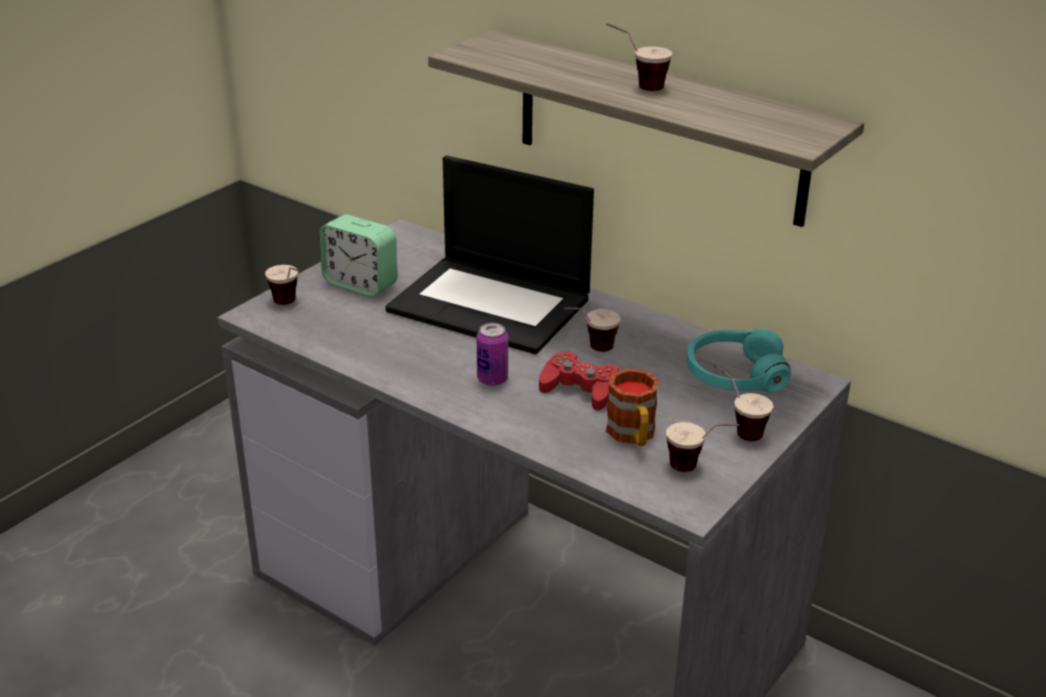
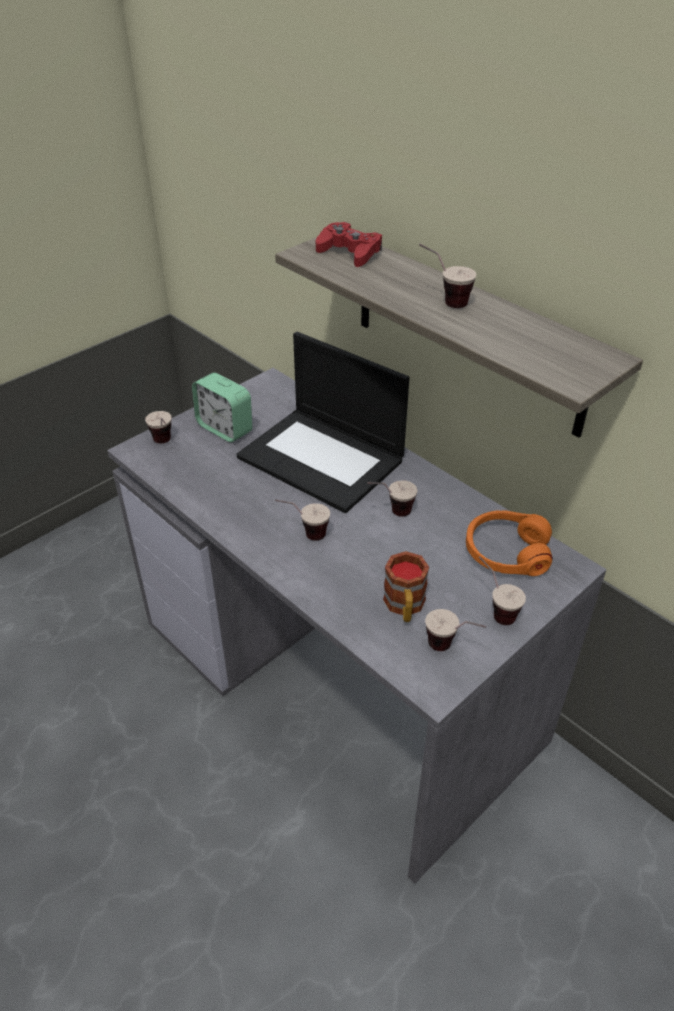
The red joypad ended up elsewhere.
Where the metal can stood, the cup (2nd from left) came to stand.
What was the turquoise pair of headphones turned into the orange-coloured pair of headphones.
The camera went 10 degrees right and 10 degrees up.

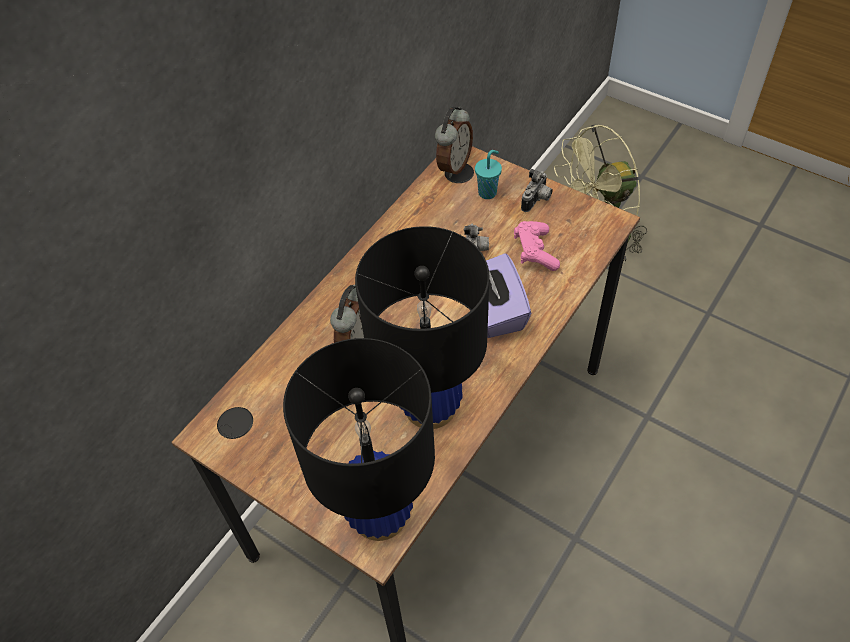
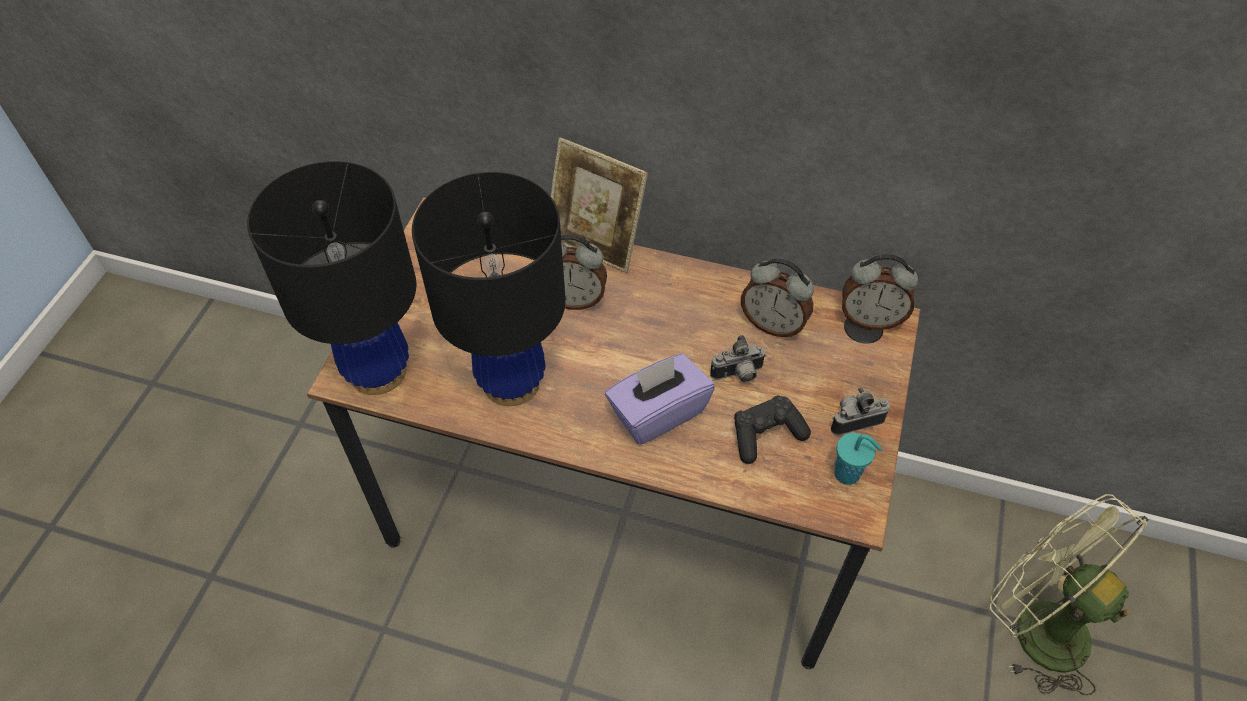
The second view gained the standing frame.
The second view gained the table clock (2nd from left).
The turquoise cup ended up elsewhere.
What was the pinkish joypad turned into the black-coloured joypad.
The still camera (2nd from left) ended up facing another way, 150 degrees clockwise from before.
The camera went 70 degrees right and 0 degrees up.

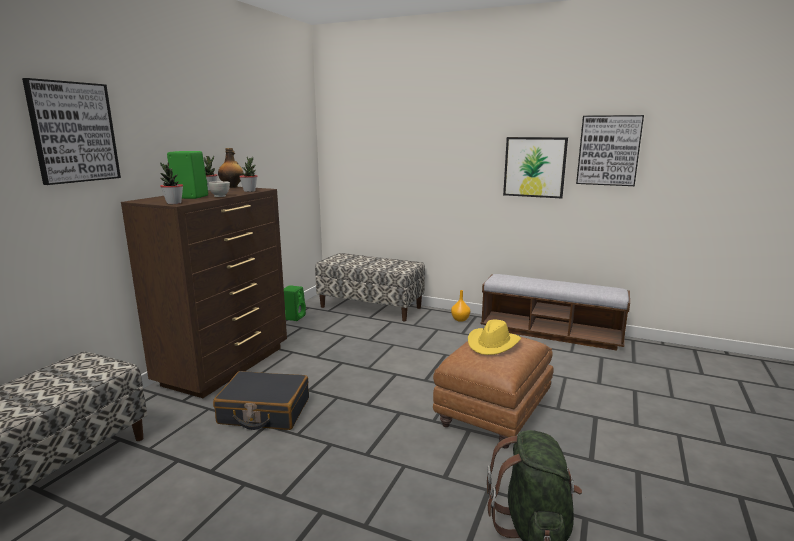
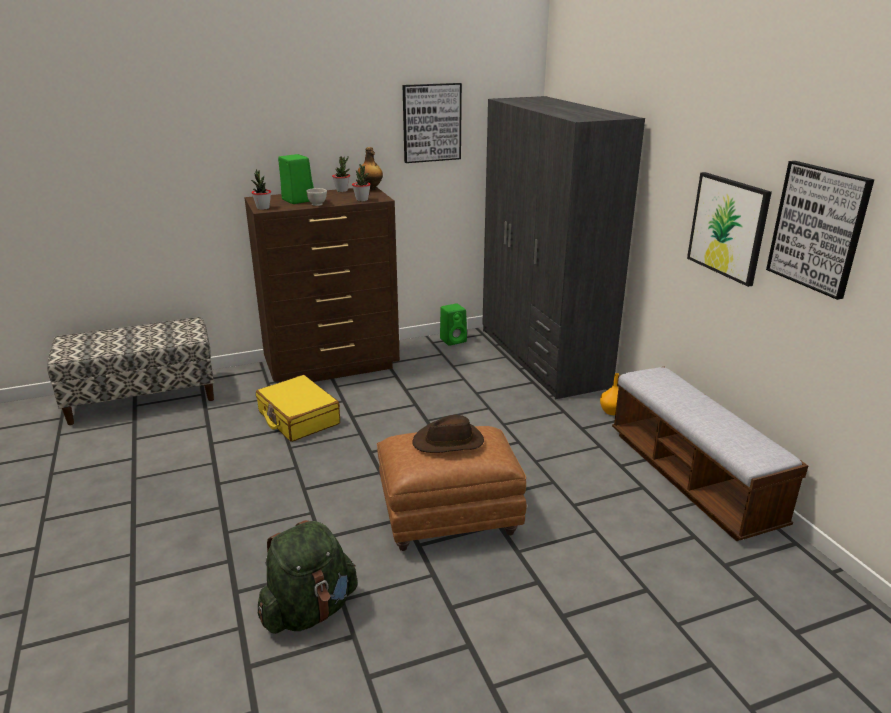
The wall picture (1st from left) ended up elsewhere.
Where the long seat (2nd from left) stood, the gray wardrobe came to stand.
What was the black-coloured travel case turned into the yellow-coloured travel case.
What was the yellow-coloured wearable hat turned into the brownish wearable hat.
The camera went 45 degrees right and 10 degrees up.

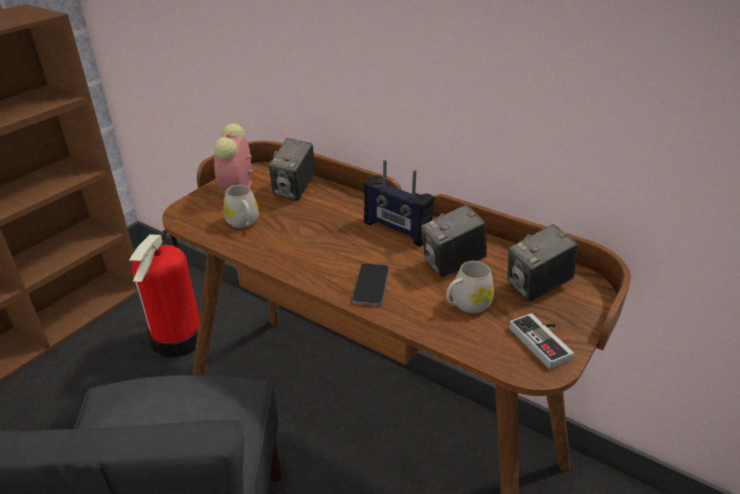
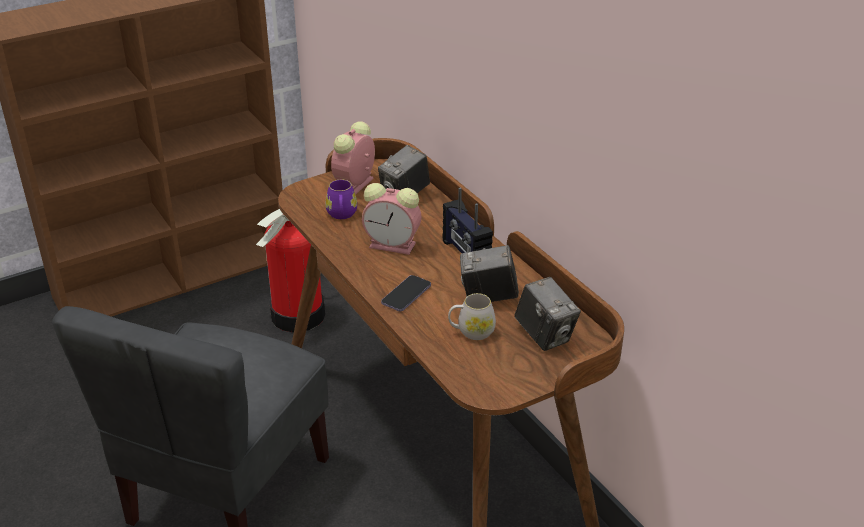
The second view lost the joypad.
The second view gained the table clock (2nd from left).
What was the white coffee mug (1st from left) turned into the purplish coffee mug.
The still camera (3rd from left) ended up facing another way, 120 degrees counterclockwise from before.
The camera went 25 degrees right and 0 degrees up.

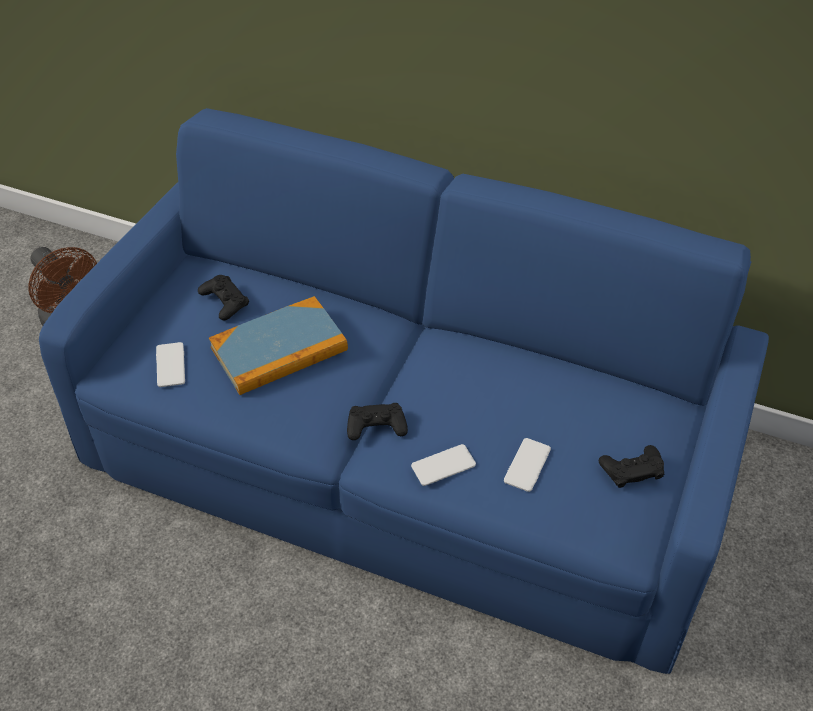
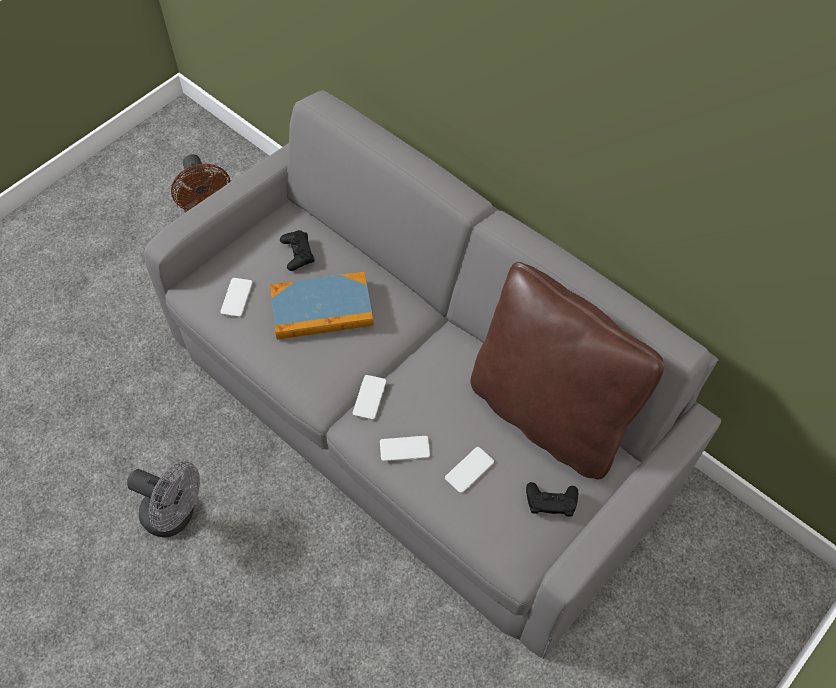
The second view gained the gray fan.
The second view gained the brownish pillow.
Where the black-coloured joypad (2nd from left) stood, the telephone (2nd from left) came to stand.
What was the blue-coloured sofa turned into the gray sofa.
The camera went 20 degrees right and 10 degrees up.

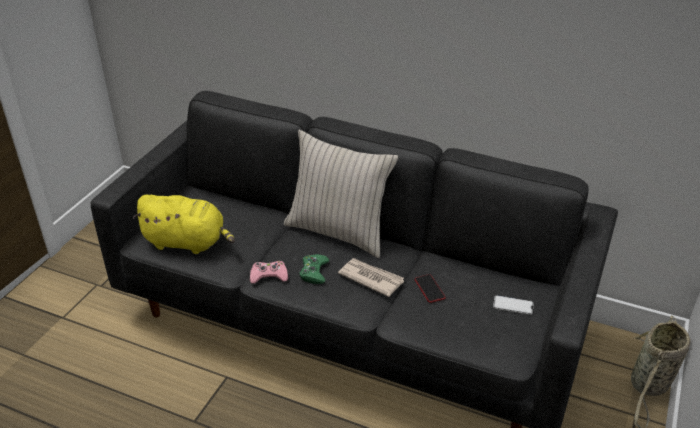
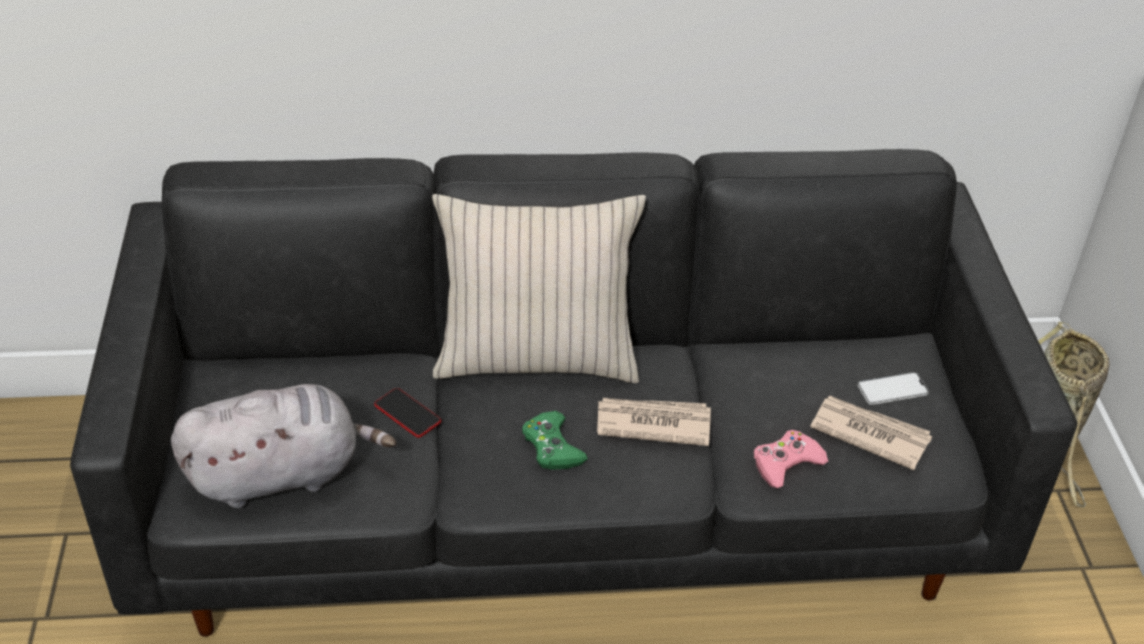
The second view gained the newspaper (2nd from left).
The pinkish joypad ended up elsewhere.
The telephone (1st from left) ended up elsewhere.
What was the yellow-coloured cuddly toy turned into the gray cuddly toy.
The camera went 30 degrees left and 5 degrees up.

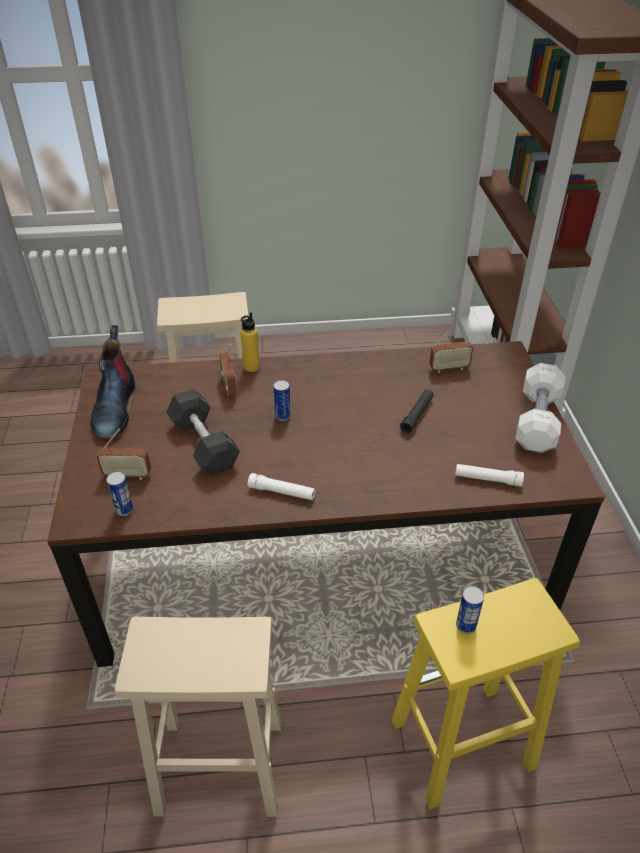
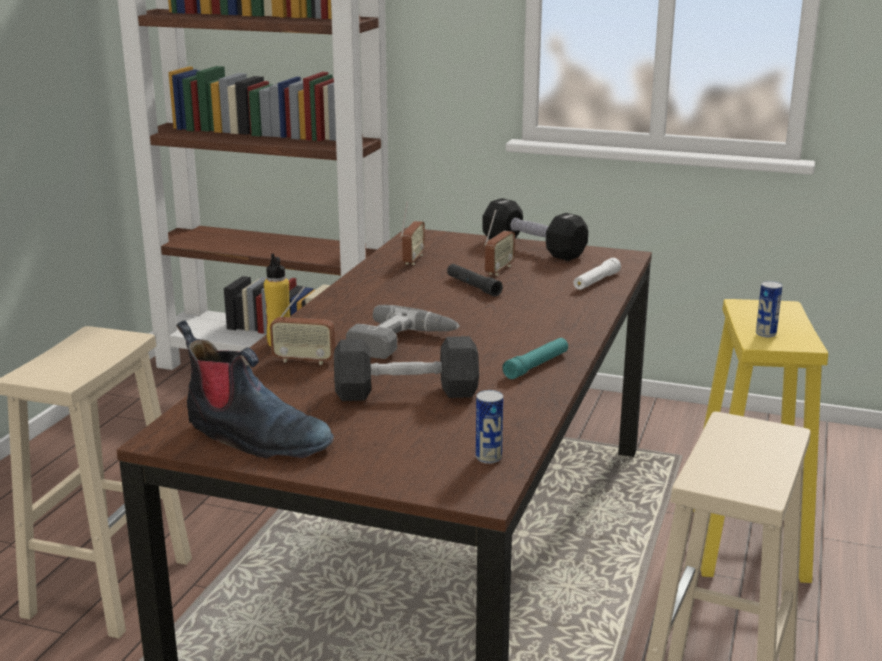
The radio (1st from left in the first image) ended up elsewhere.
Where the metal can (2nd from left) stood, the electric drill came to stand.
What was the white flashlight (1st from left) turned into the turquoise flashlight.
What was the white free weight turned into the black-coloured free weight (2nd from left).
The camera went 65 degrees left and 20 degrees down.

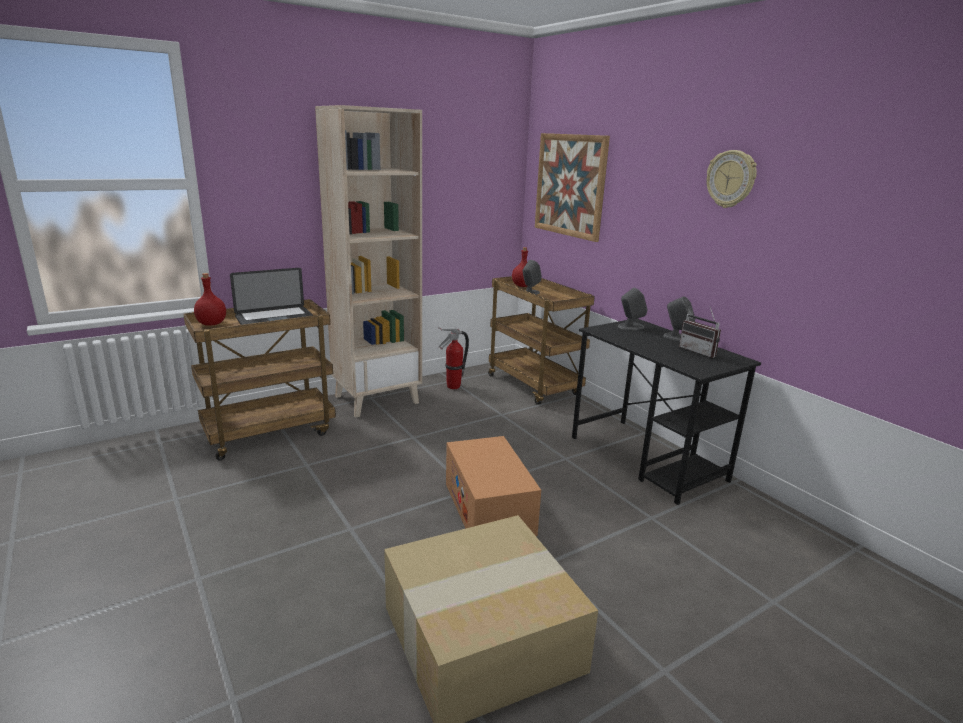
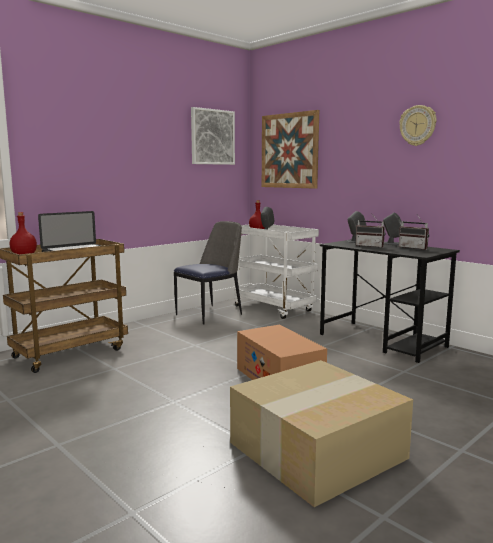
The second view lost the beige-coloured bookcase.
The second view gained the wall picture (1st from left).
The second view gained the radio (1st from left).
Where the fire extinguisher stood, the upright chair came to stand.
What was the brownish wheeled cart (2nd from left) turned into the white wheeled cart.
The camera went 10 degrees left and 10 degrees down.

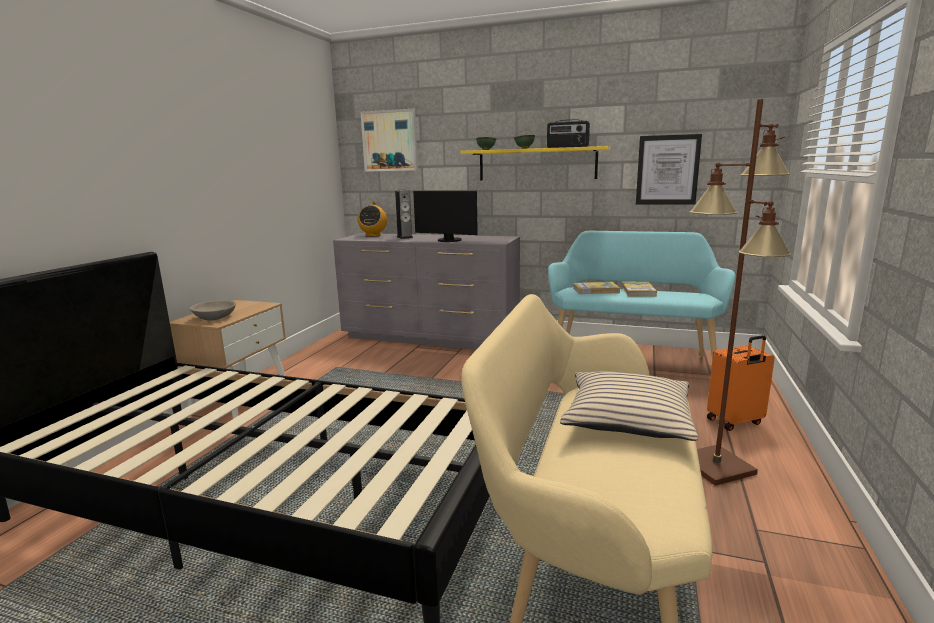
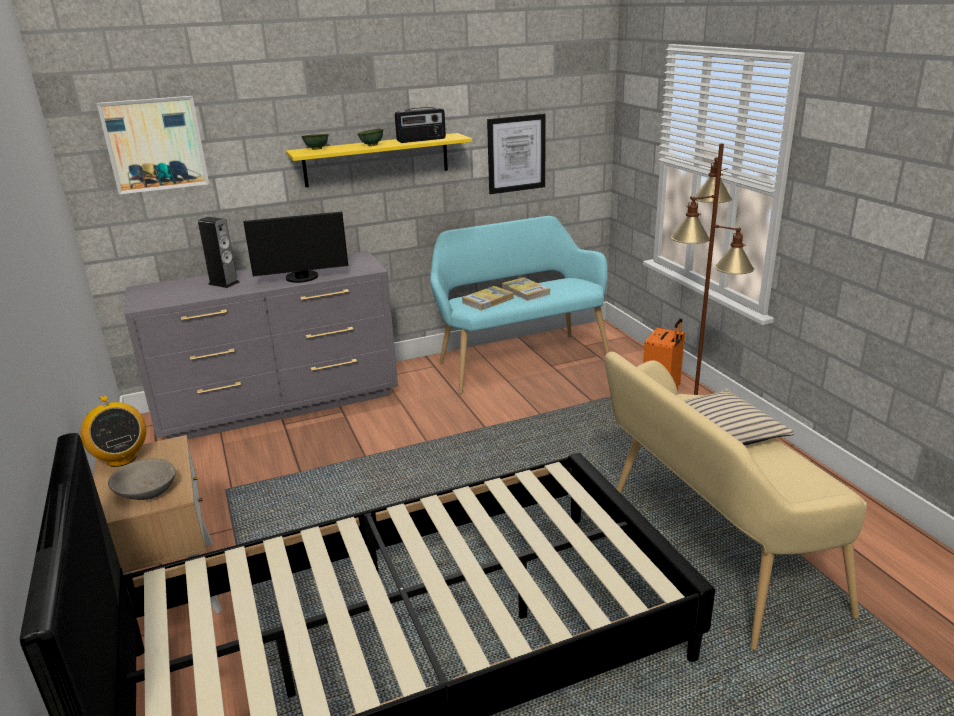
The radio (1st from left) ended up elsewhere.
The camera went 40 degrees left and 10 degrees up.

